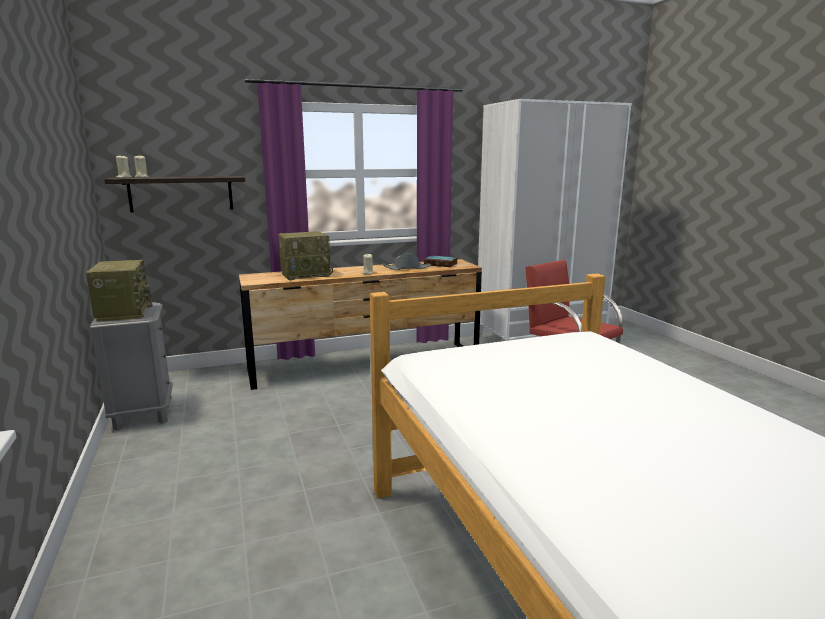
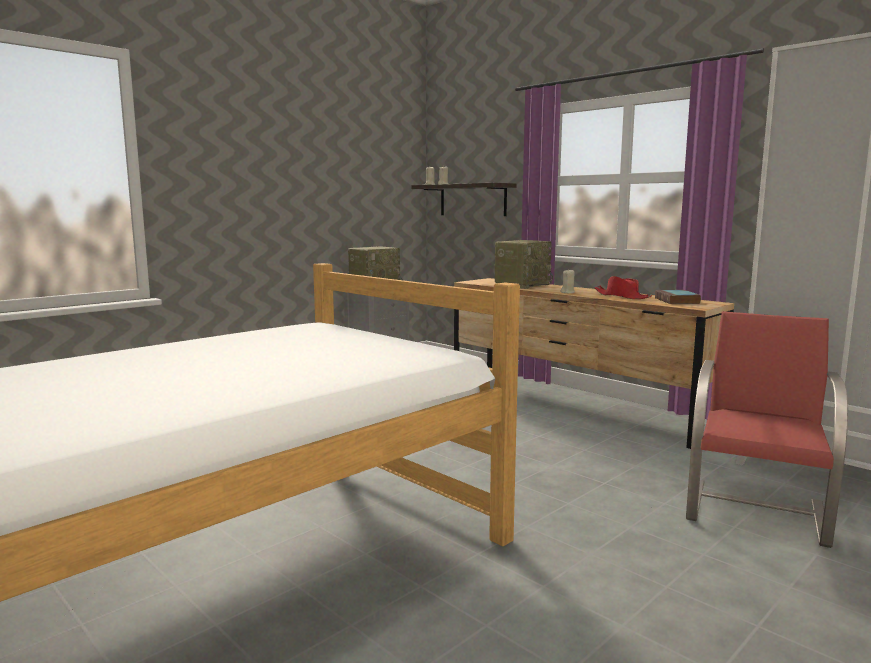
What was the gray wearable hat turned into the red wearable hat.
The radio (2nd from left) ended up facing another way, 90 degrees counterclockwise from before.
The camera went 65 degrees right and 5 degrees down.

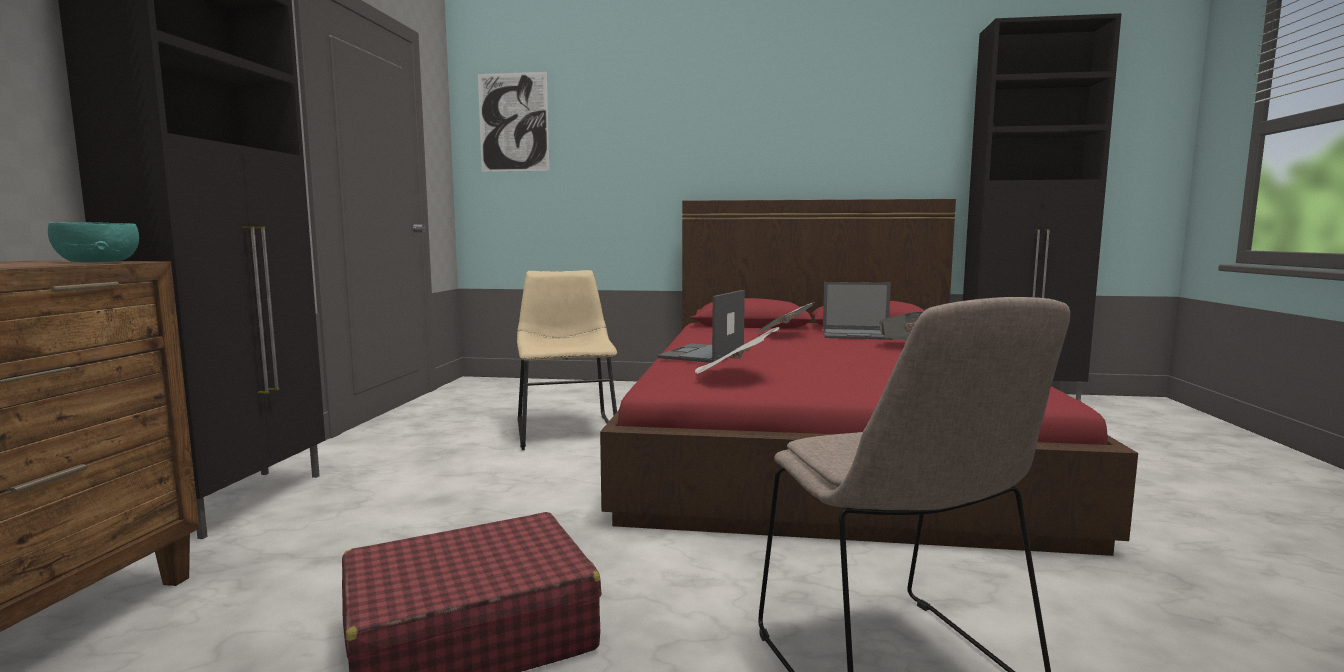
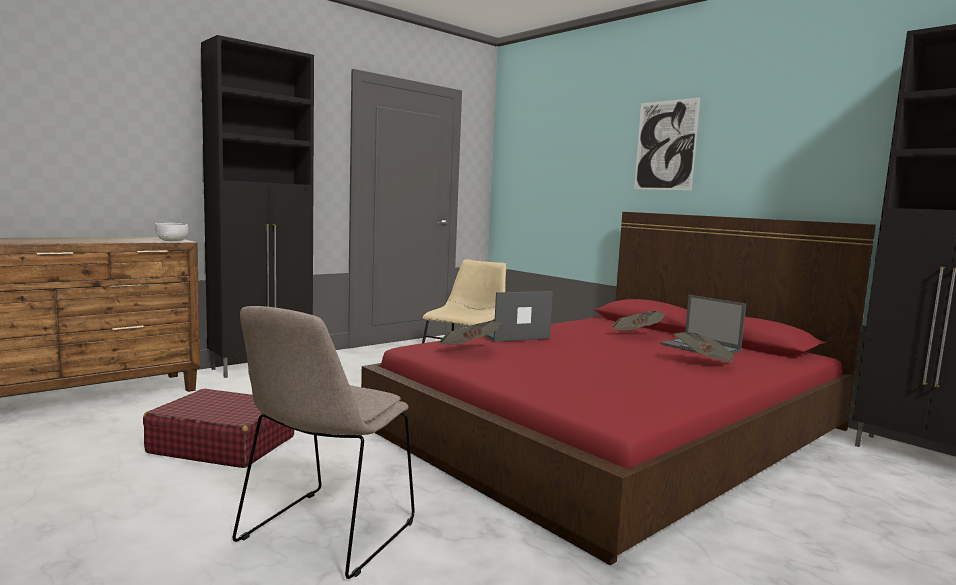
The wall picture ended up elsewhere.
What was the turquoise deep dish turned into the white deep dish.
The camera went 40 degrees right and 0 degrees up.

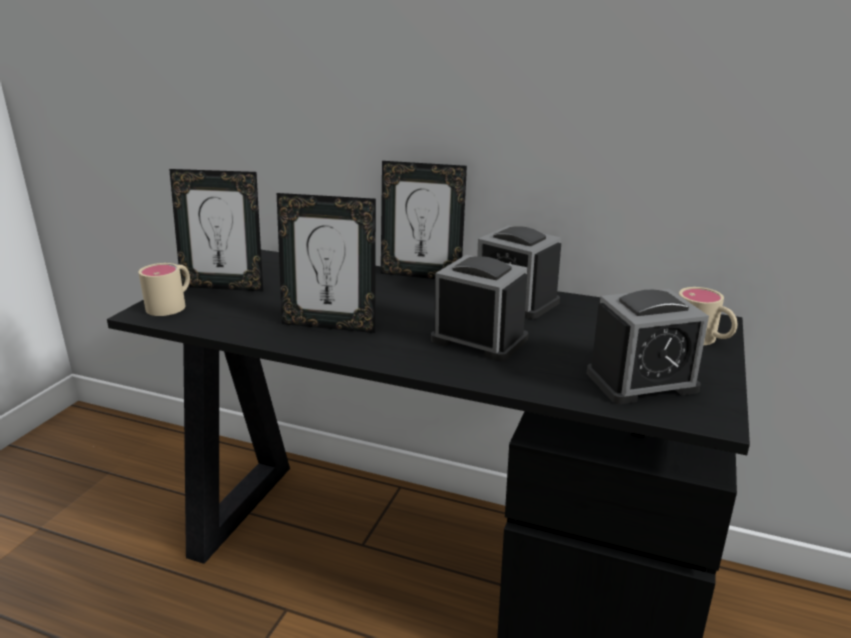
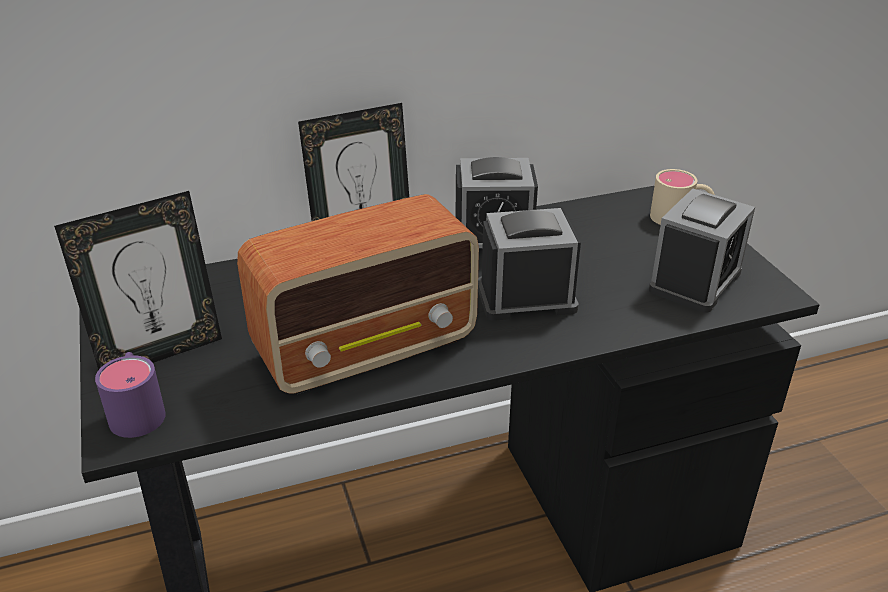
Where the standing frame (2nd from left) stood, the radio came to stand.
What was the beige-coloured coffee mug (1st from left) turned into the purplish coffee mug.
The camera went 40 degrees left and 10 degrees up.

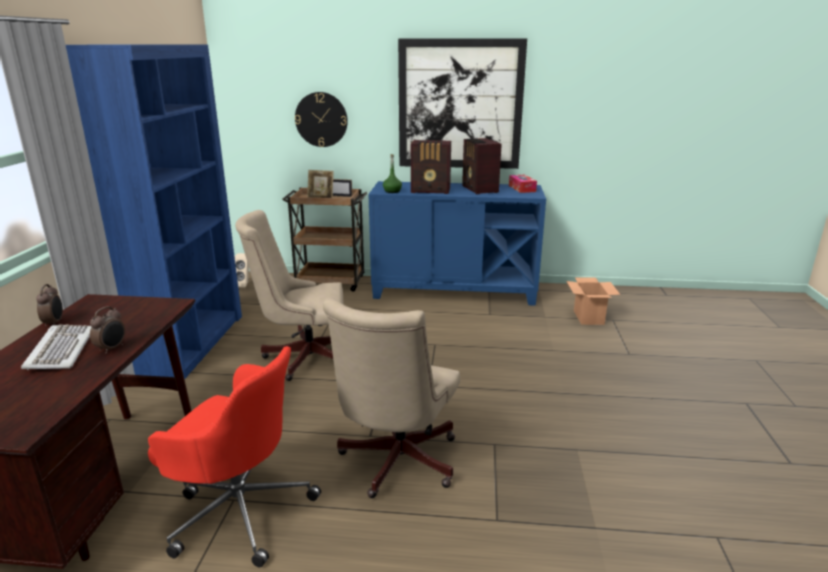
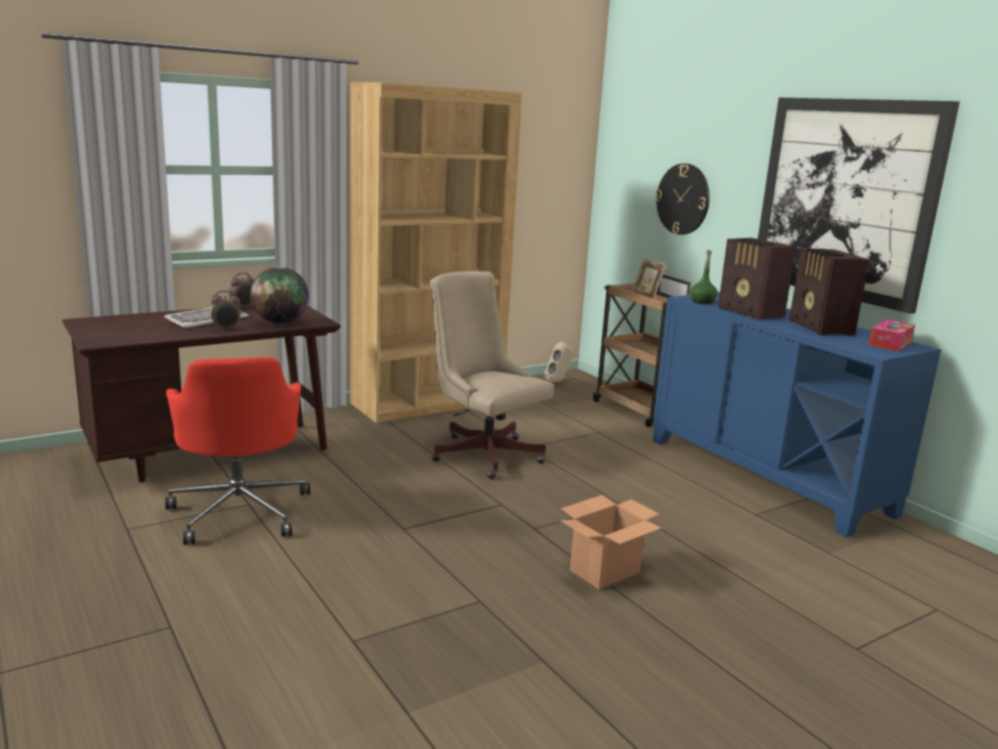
The second view lost the beige-coloured office chair (2nd from left).
The second view gained the globe.
The packing box ended up elsewhere.
What was the blue-coloured bookcase turned into the brownish bookcase.
The radio (2nd from left) ended up facing another way, 45 degrees counterclockwise from before.
The camera went 50 degrees right and 5 degrees down.

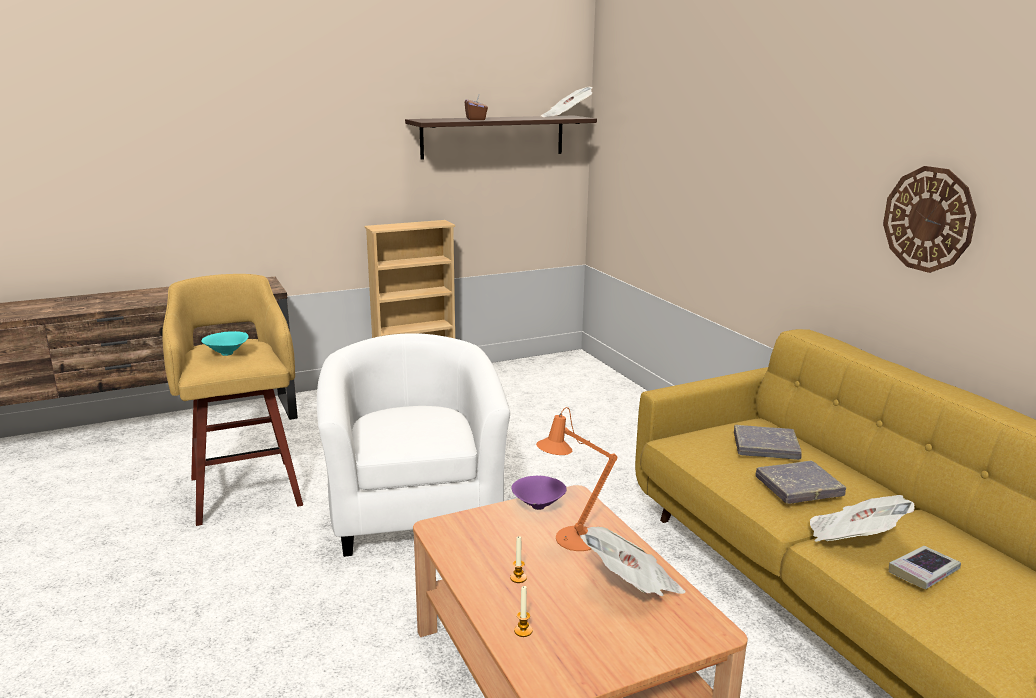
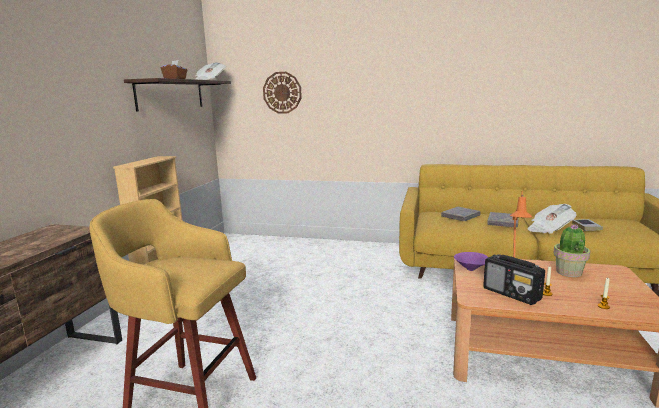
The second view lost the turquoise deep dish.
The second view lost the white lounge chair.
The second view gained the radio.
The clock on the wall ended up elsewhere.
Where the newspaper (2nd from left) stood, the houseplant came to stand.
The camera went 50 degrees left and 5 degrees down.

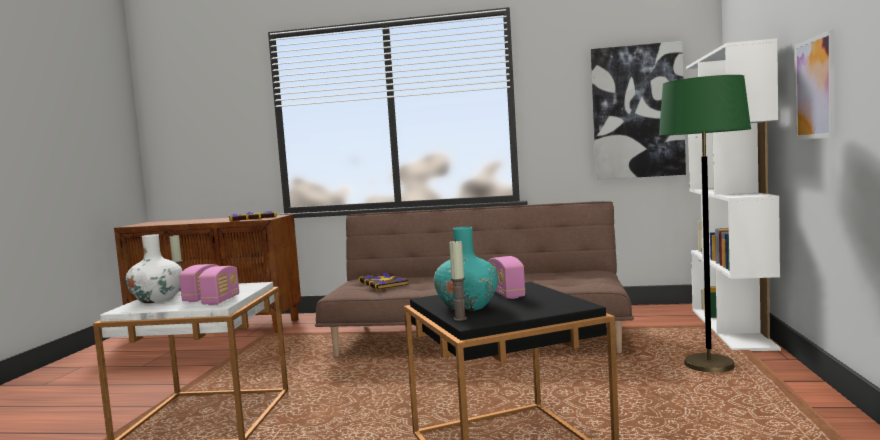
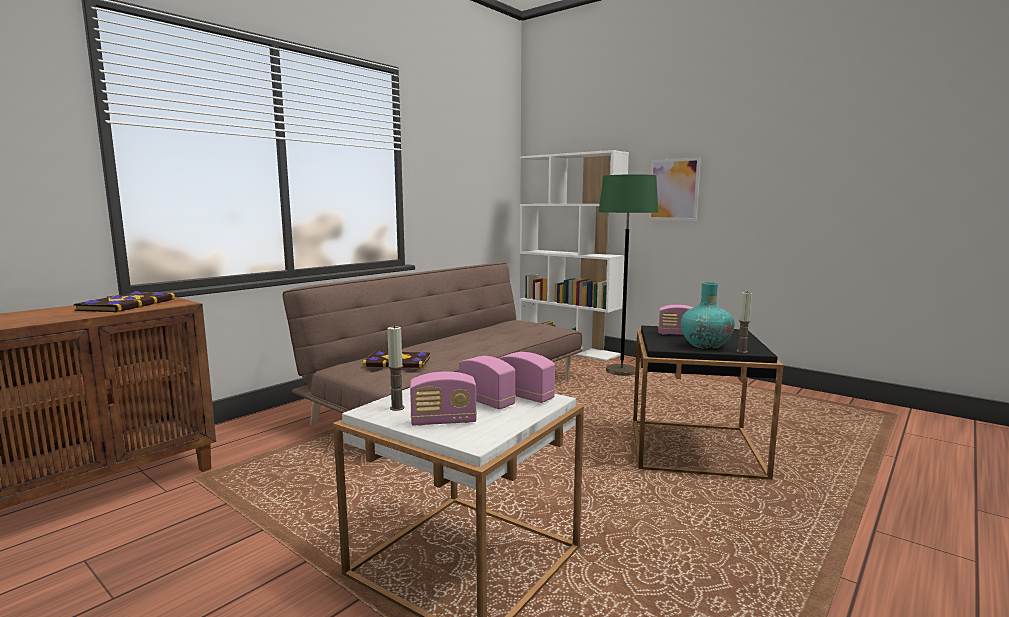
The second view lost the wall picture (1st from left).
Where the white flower vase stood, the radio (1st from left) came to stand.
The camera went 60 degrees left and 5 degrees up.

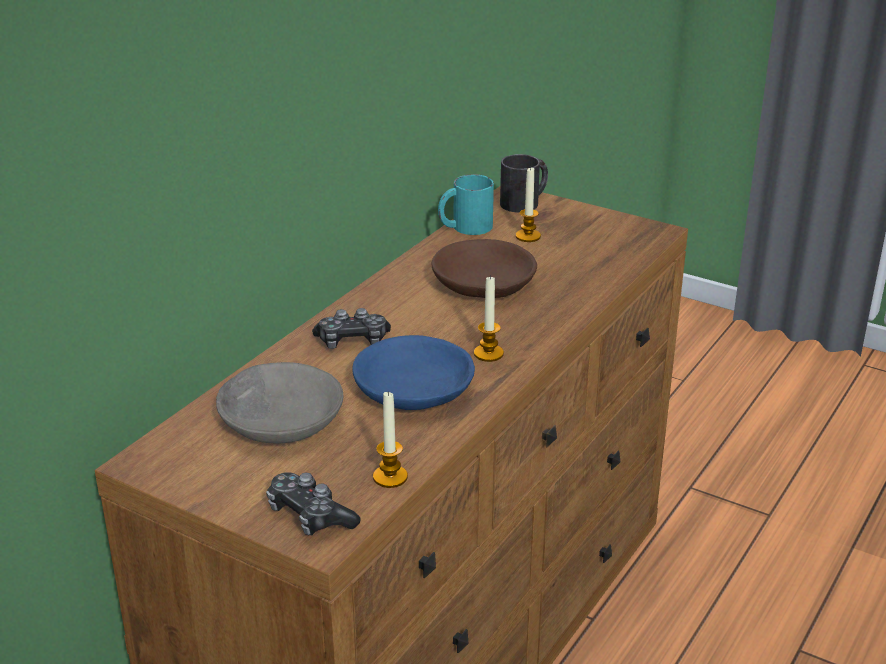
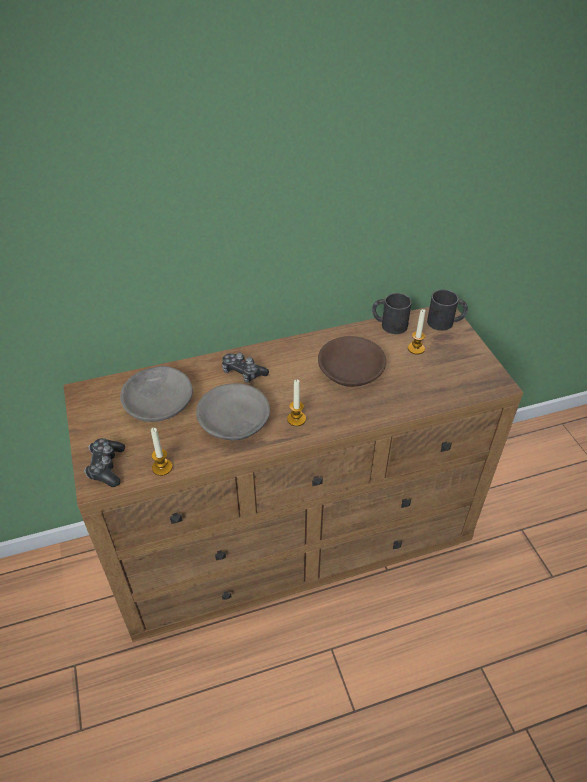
What was the blue-coloured deep dish turned into the gray deep dish (2nd from left).
What was the turquoise coffee mug turned into the black-coloured coffee mug (1st from left).
The camera went 40 degrees right and 15 degrees up.

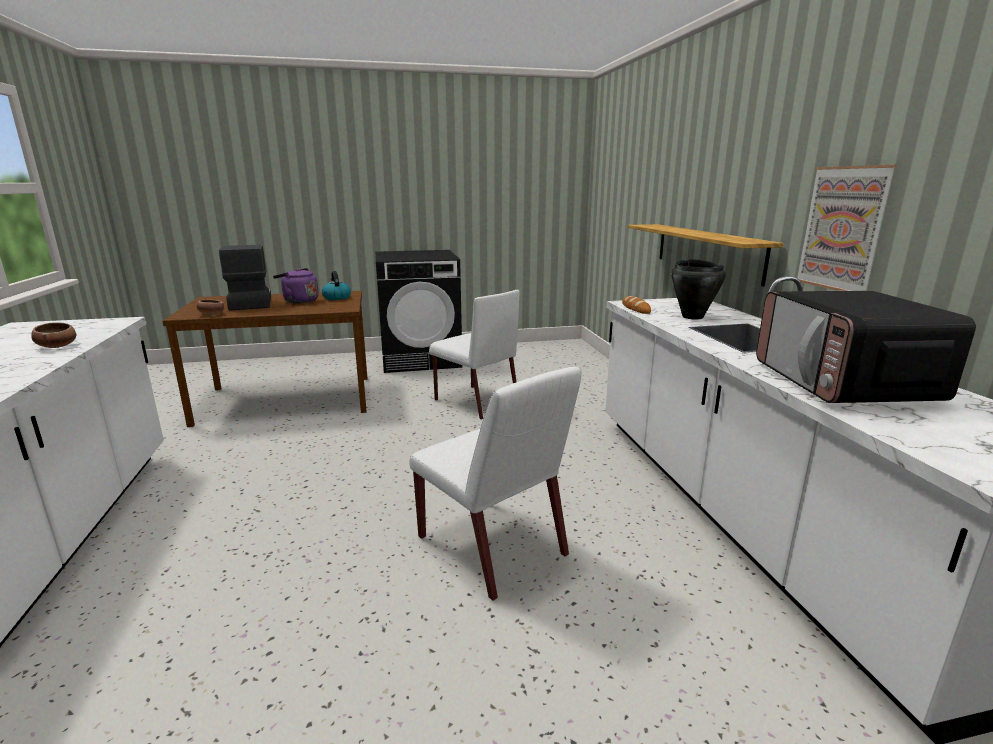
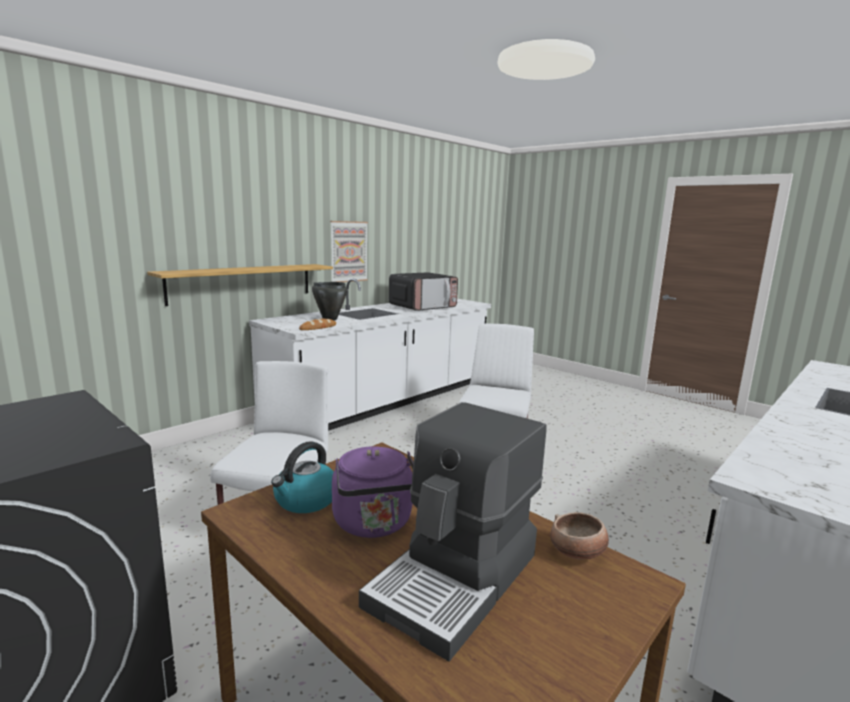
The second view lost the deep dish (1st from left).
The camera went 125 degrees left and 5 degrees down.

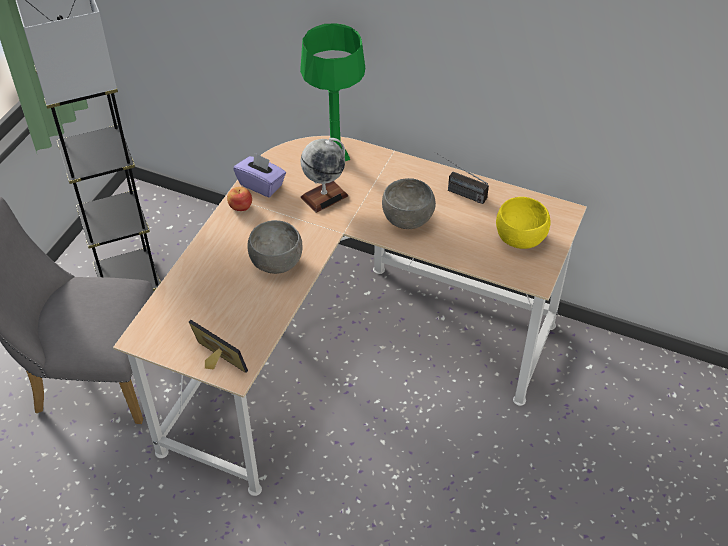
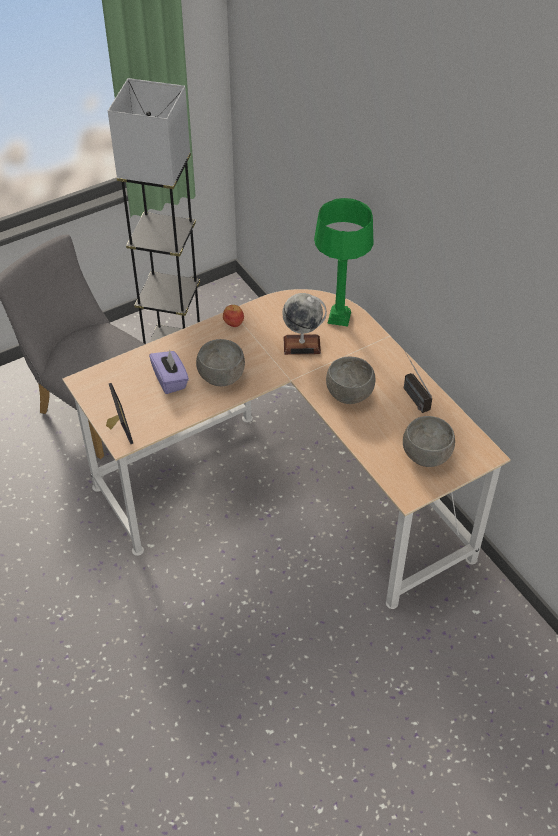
The purplish tissue box ended up elsewhere.
What was the yellow-coloured deep dish turned into the gray deep dish (3rd from left).
The camera went 35 degrees right and 0 degrees up.

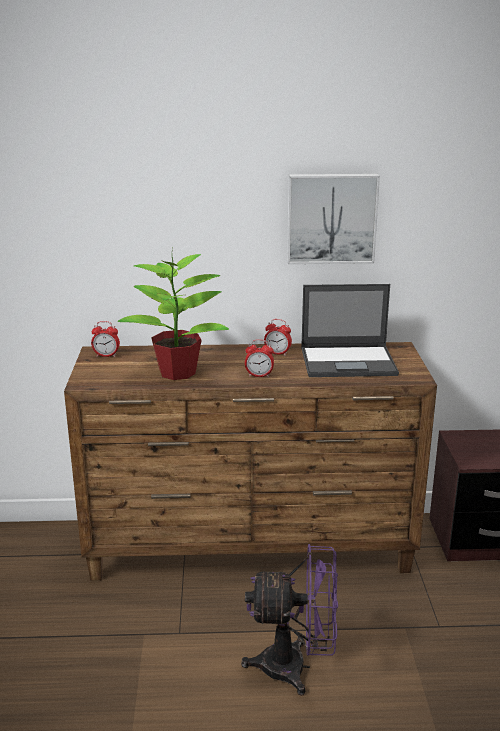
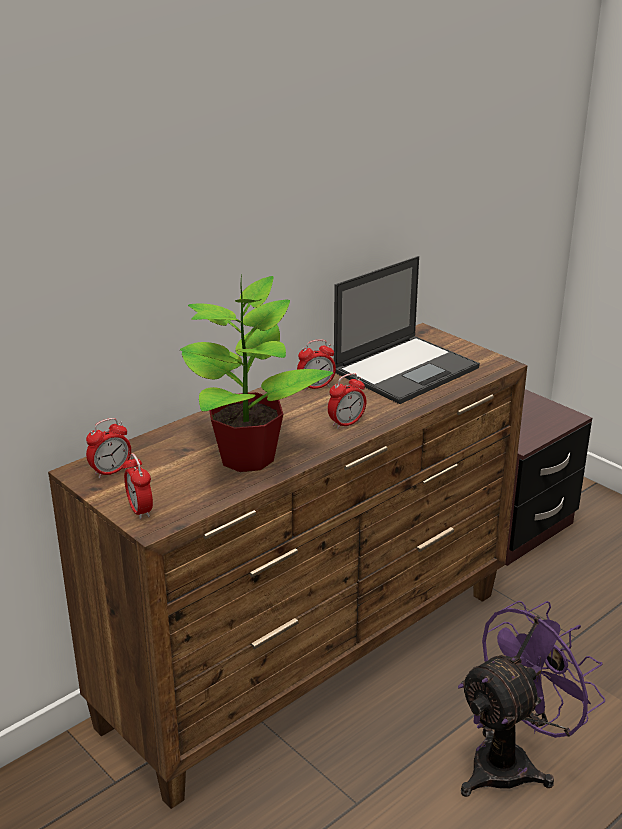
The second view lost the wall picture.
The second view gained the table clock (2nd from left).
The camera went 40 degrees left and 5 degrees up.

